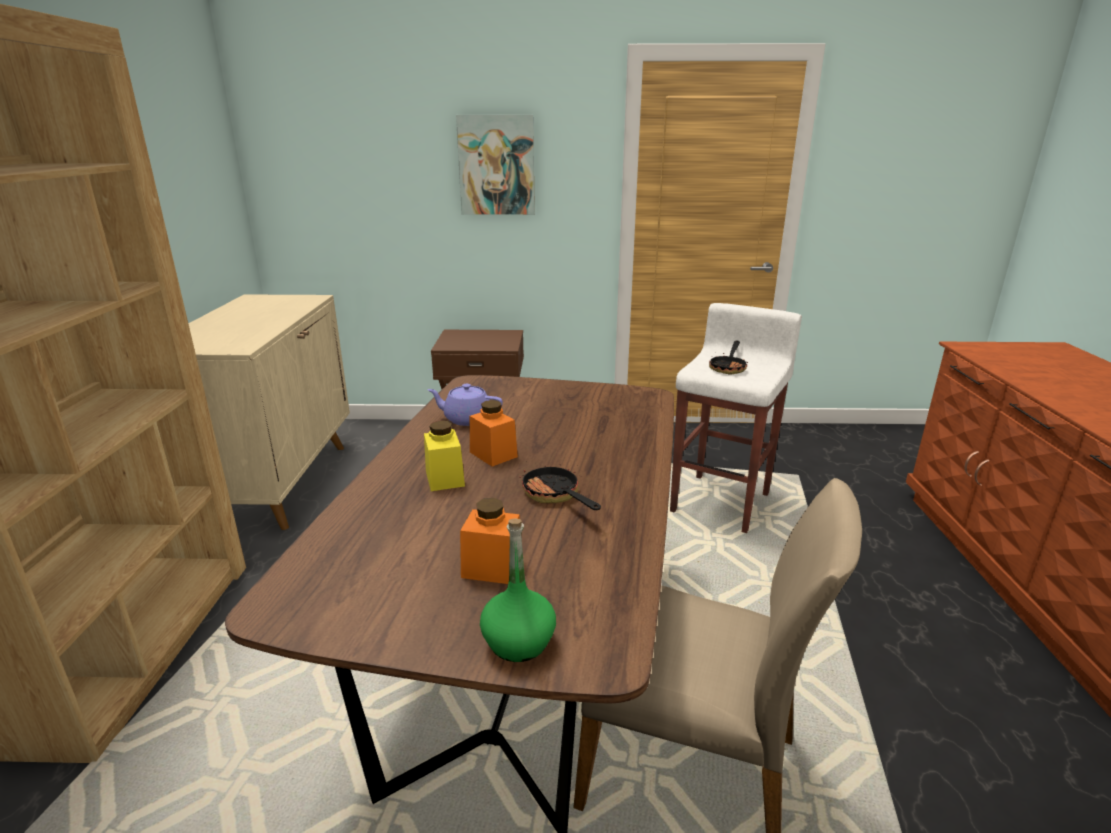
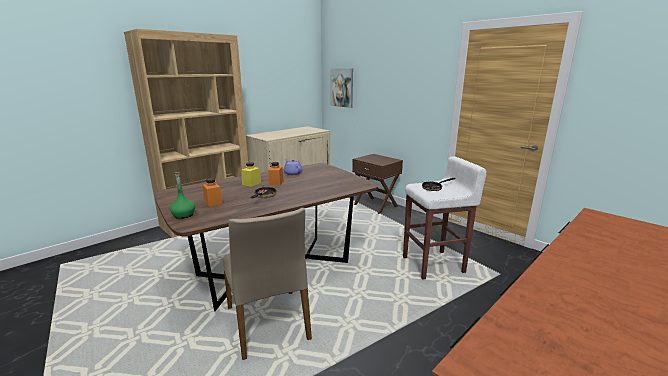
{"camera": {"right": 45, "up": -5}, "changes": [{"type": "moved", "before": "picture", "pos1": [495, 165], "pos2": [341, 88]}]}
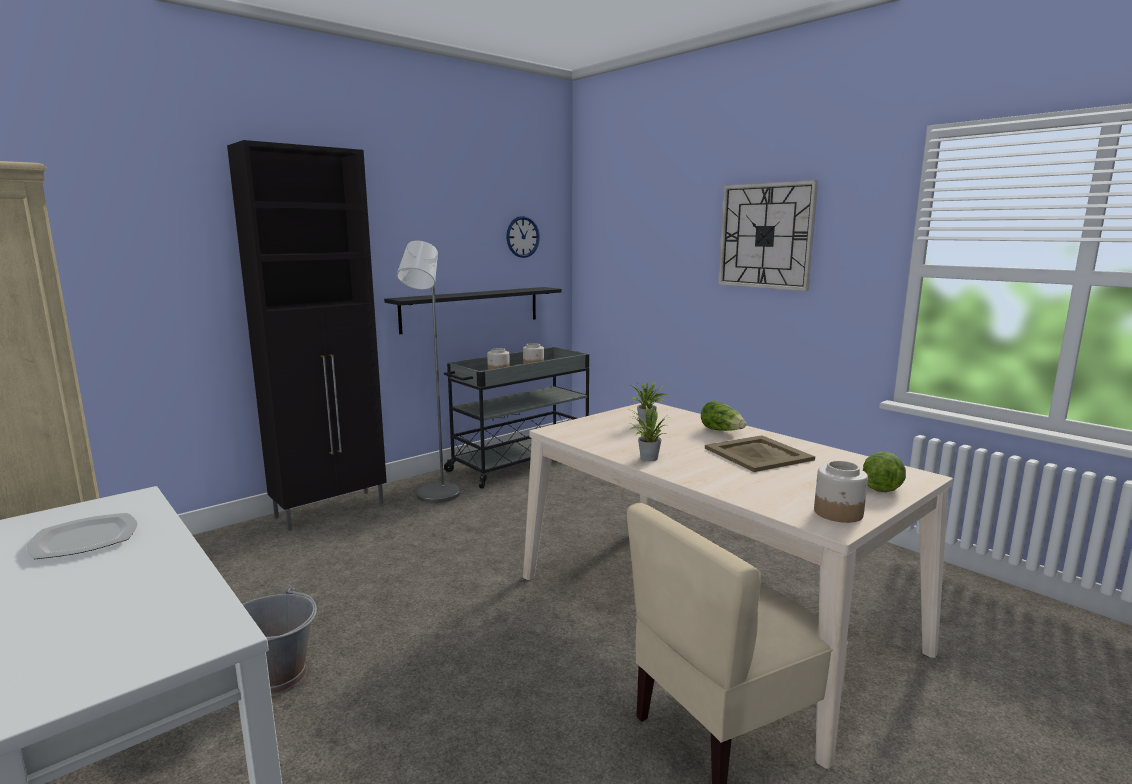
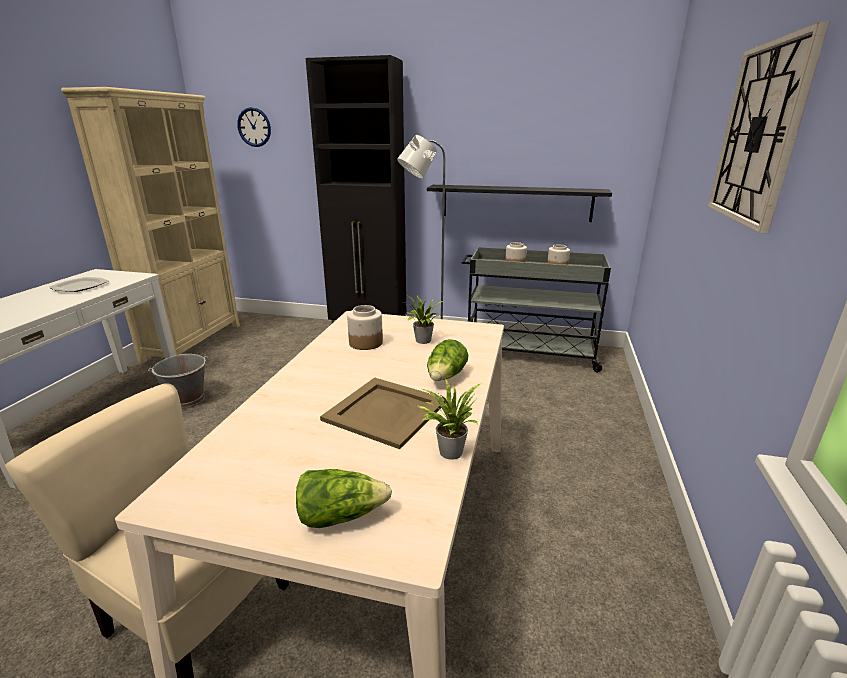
{"camera": {"right": 55, "up": 10}, "changes": [{"type": "moved", "before": "wall clock", "pos1": [523, 237], "pos2": [254, 127]}, {"type": "moved", "before": "jar", "pos1": [841, 492], "pos2": [365, 327]}, {"type": "moved", "before": "potted plant", "pos1": [648, 433], "pos2": [448, 419]}]}
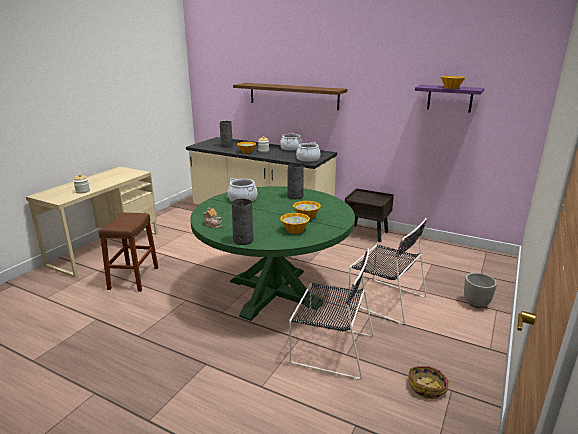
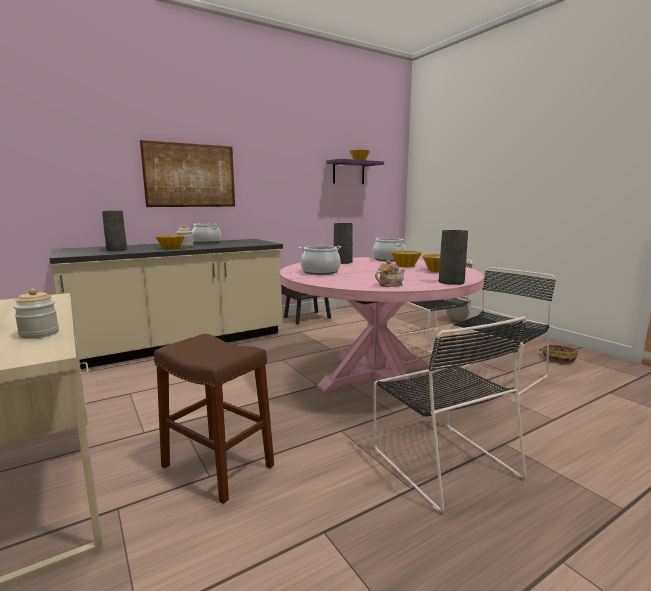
{"camera": {"right": -60, "up": -10}, "changes": [{"type": "replaced", "before": "shelf", "after": "picture", "pos1": [290, 96], "pos2": [187, 173]}, {"type": "recoloured", "before": "green dining table", "after": "pink dining table", "pos1": [272, 253], "pos2": [381, 329]}, {"type": "moved", "before": "cooking pot", "pos1": [308, 152], "pos2": [389, 249]}, {"type": "added", "after": "black chair", "pos2": [450, 414]}]}
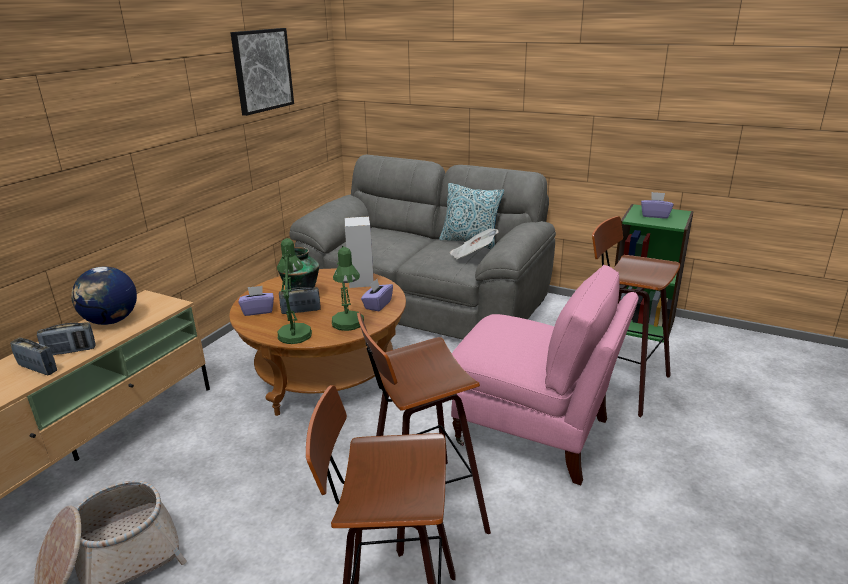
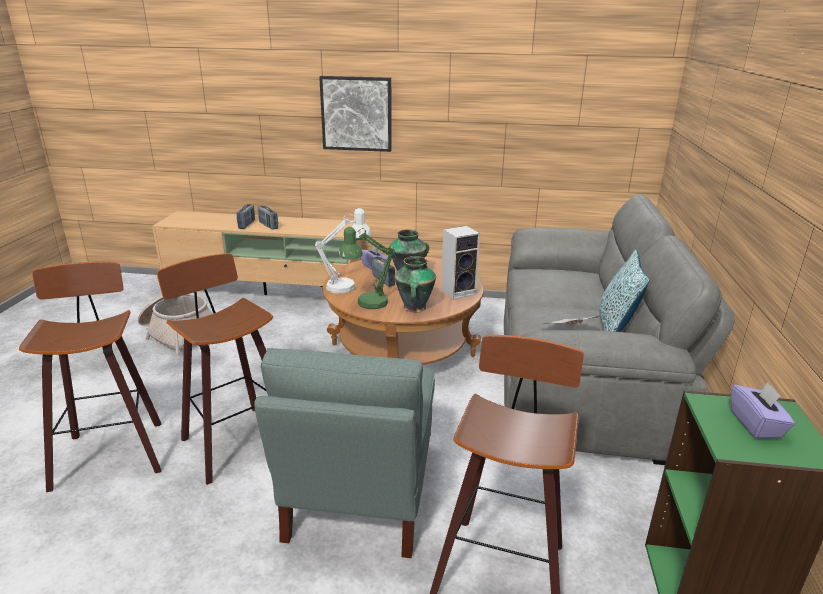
{"camera": {"right": 70, "up": 0}, "changes": [{"type": "recoloured", "before": "pink armchair", "after": "grey armchair", "pos1": [545, 375], "pos2": [344, 453]}, {"type": "recoloured", "before": "green table lamp", "after": "white table lamp", "pos1": [294, 291], "pos2": [343, 251]}, {"type": "moved", "before": "picture", "pos1": [262, 72], "pos2": [355, 114]}, {"type": "replaced", "before": "purple tissue box", "after": "vase", "pos1": [377, 295], "pos2": [415, 284]}, {"type": "removed", "before": "globe", "pos1": [104, 296]}]}
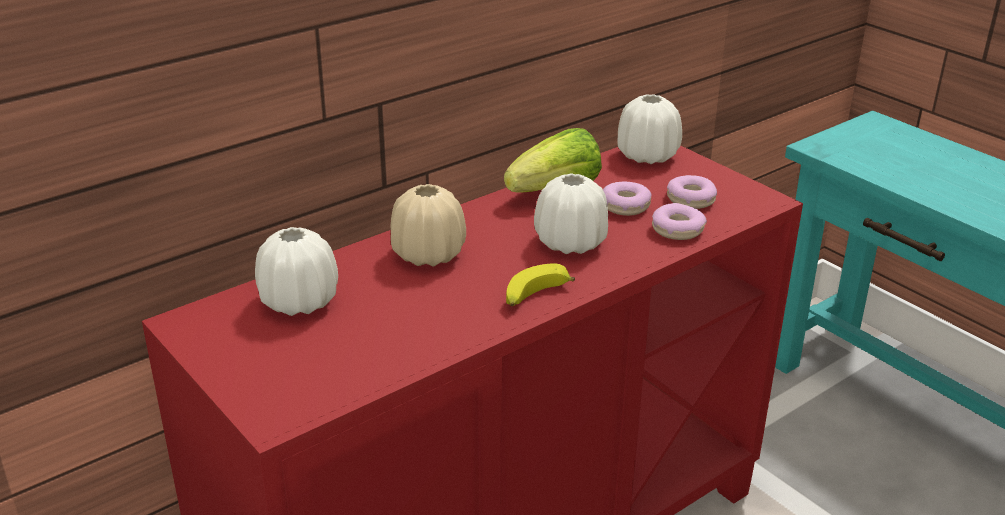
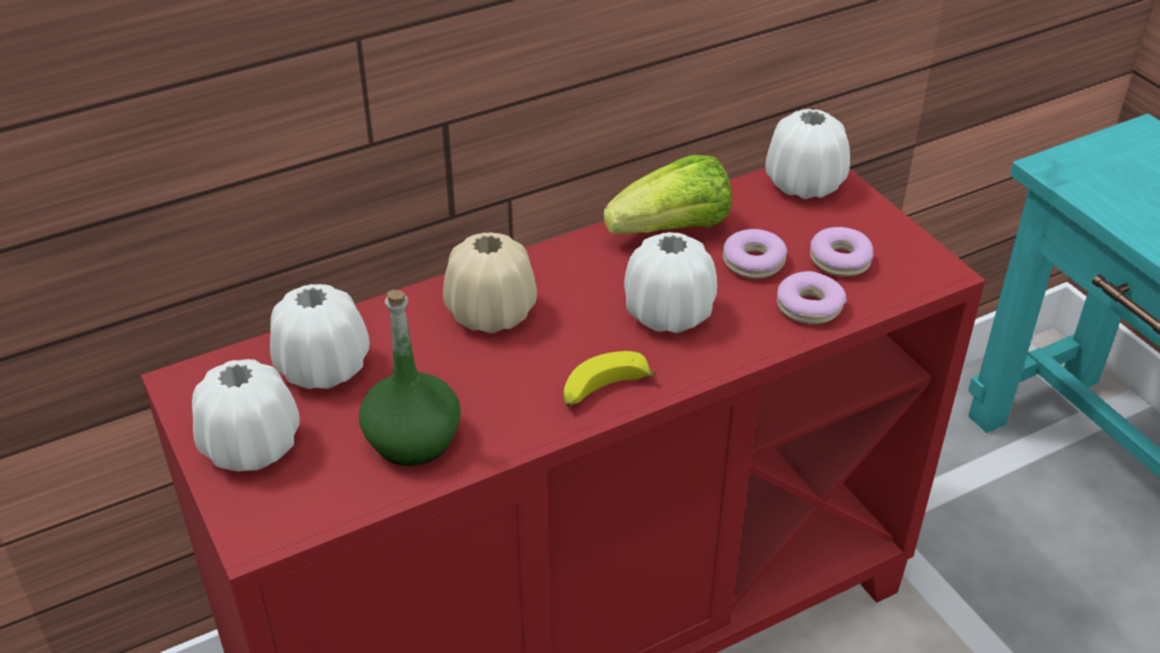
{"camera": {"right": 10, "up": 10}, "changes": [{"type": "added", "after": "white vase", "pos2": [246, 415]}, {"type": "added", "after": "green bottle", "pos2": [410, 378]}]}
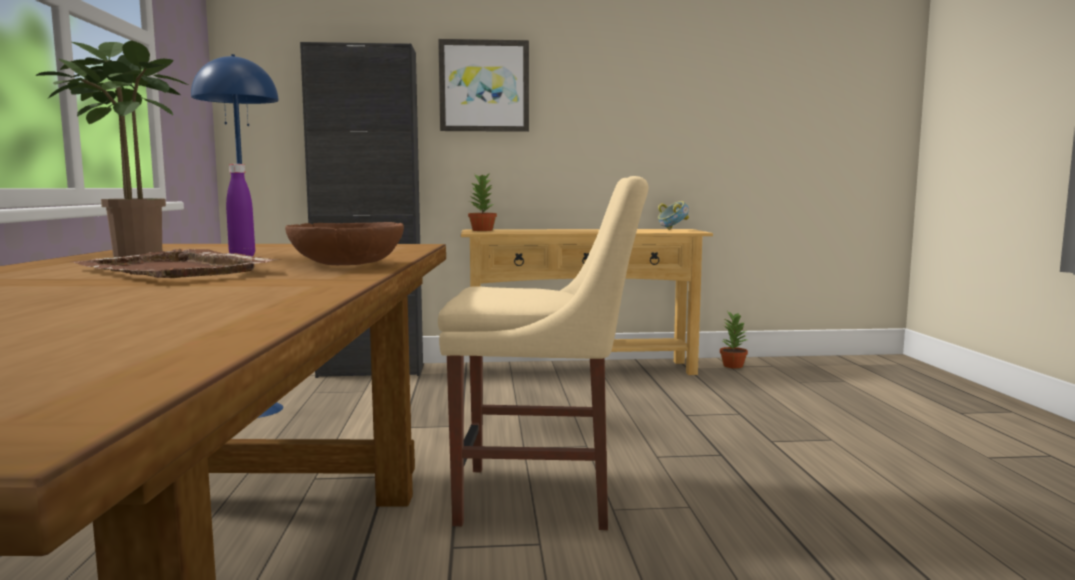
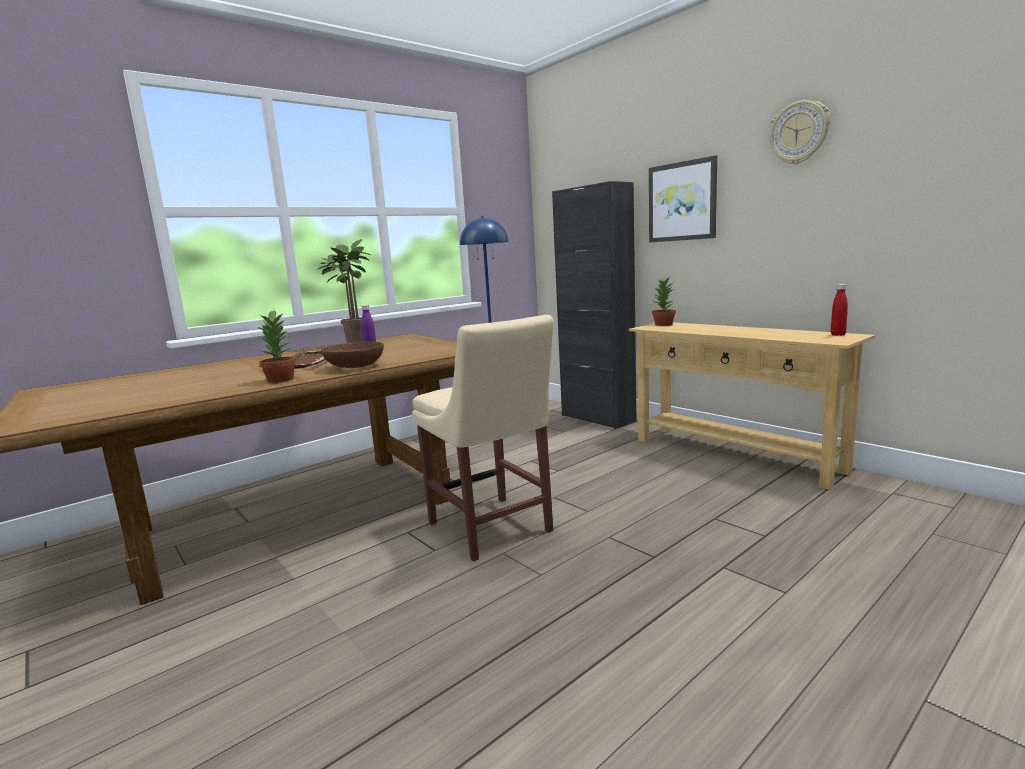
{"camera": {"right": 55, "up": 5}, "changes": [{"type": "moved", "before": "potted plant", "pos1": [734, 339], "pos2": [275, 346]}, {"type": "added", "after": "wall clock", "pos2": [799, 132]}, {"type": "replaced", "before": "bowl", "after": "red bottle", "pos1": [673, 215], "pos2": [839, 310]}]}
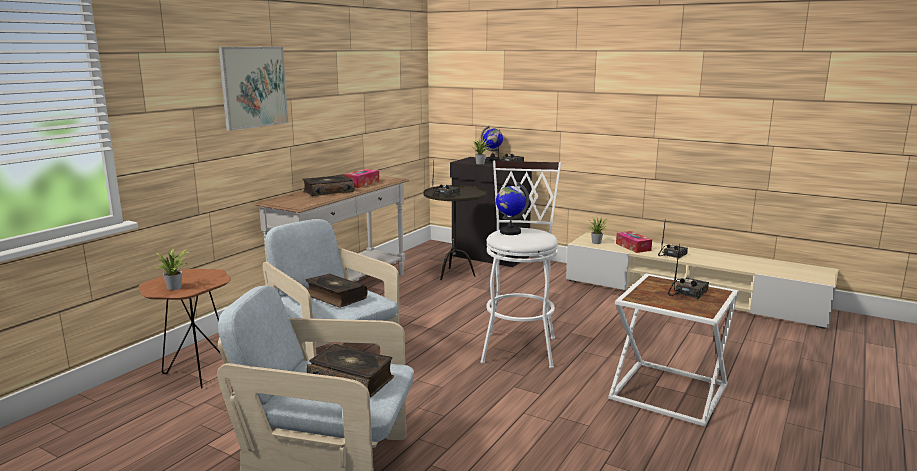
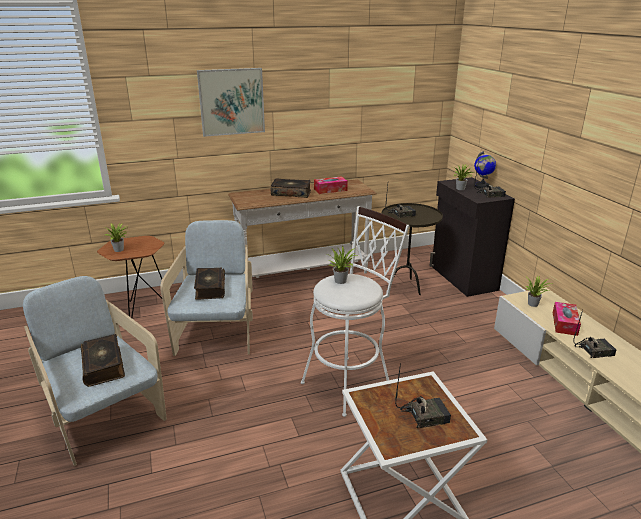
{"camera": {"right": 40, "up": 10}, "changes": [{"type": "replaced", "before": "globe", "after": "potted plant", "pos1": [512, 208], "pos2": [342, 265]}]}
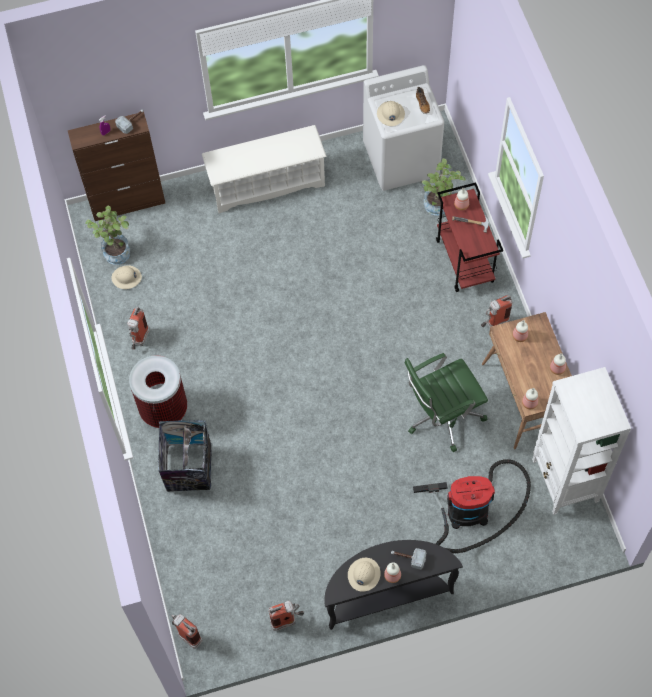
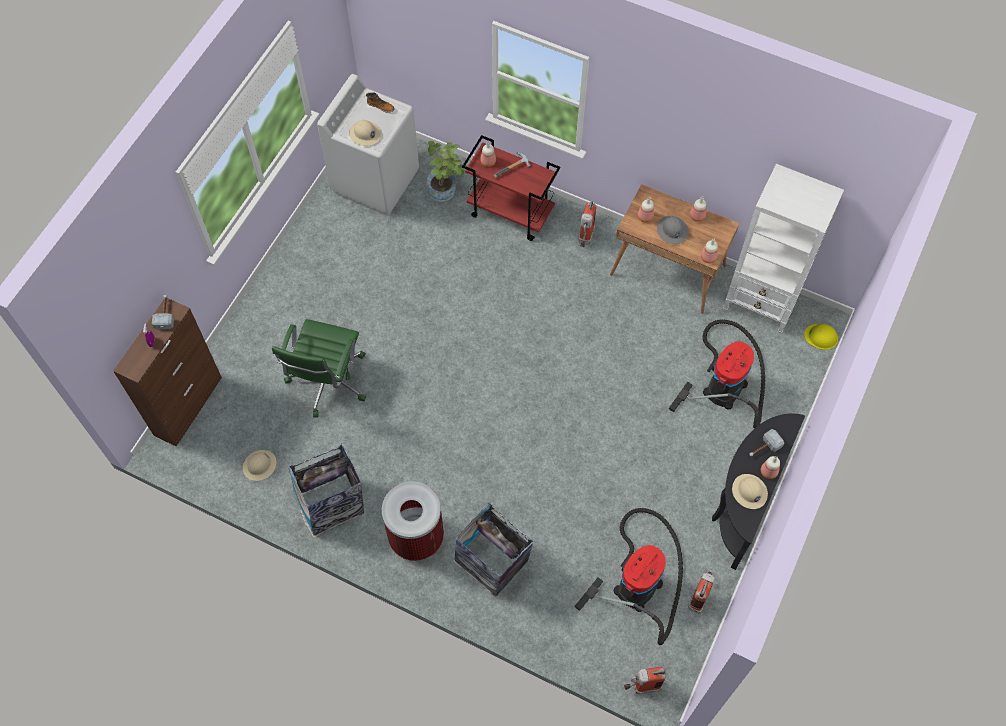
{"camera": {"right": -50, "up": 0}, "changes": [{"type": "moved", "before": "green office chair", "pos1": [446, 402], "pos2": [319, 368]}, {"type": "replaced", "before": "fire extinguisher", "after": "trash can", "pos1": [138, 328], "pos2": [325, 490]}, {"type": "added", "after": "vacuum cleaner", "pos2": [629, 576]}, {"type": "added", "after": "grey hard hat", "pos2": [673, 230]}, {"type": "added", "after": "yellow hard hat", "pos2": [821, 337]}, {"type": "removed", "before": "potted plant", "pos1": [107, 235]}, {"type": "removed", "before": "white shoe rack", "pos1": [264, 169]}]}
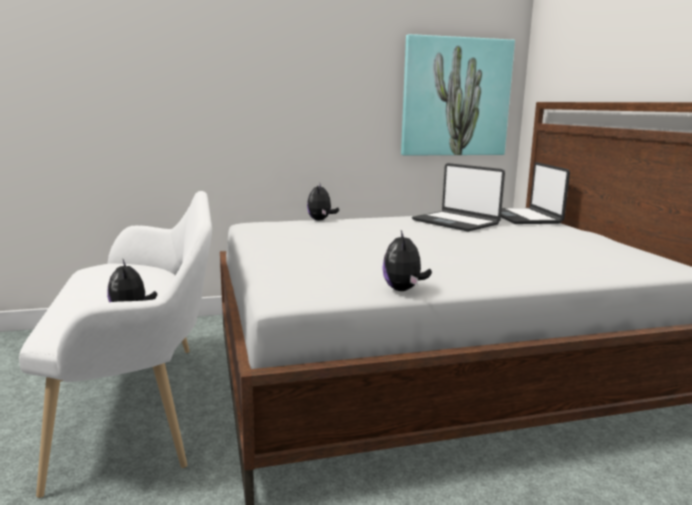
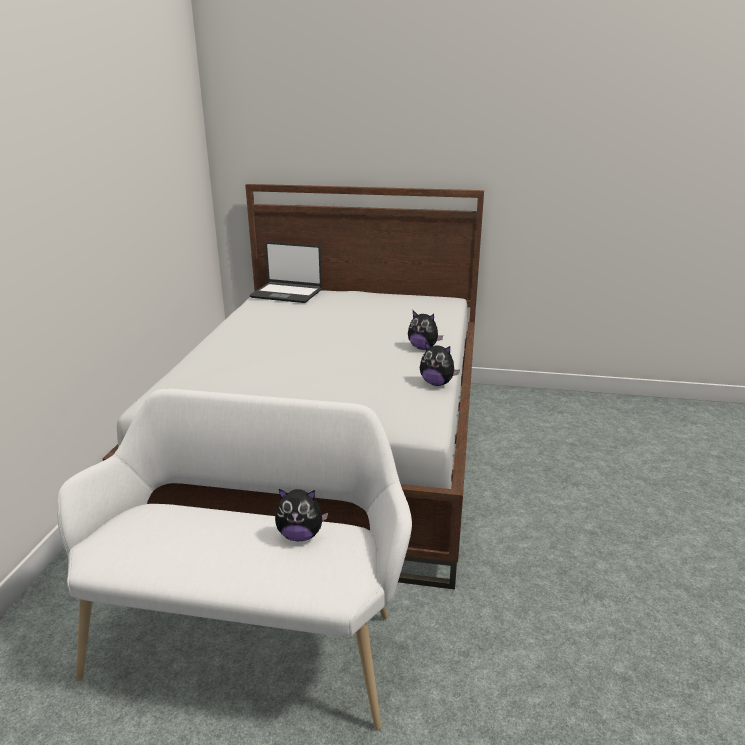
{"camera": {"right": -65, "up": 10}, "changes": [{"type": "moved", "before": "plush toy", "pos1": [323, 202], "pos2": [425, 330]}, {"type": "removed", "before": "picture", "pos1": [458, 95]}, {"type": "removed", "before": "laptop", "pos1": [458, 197]}]}
